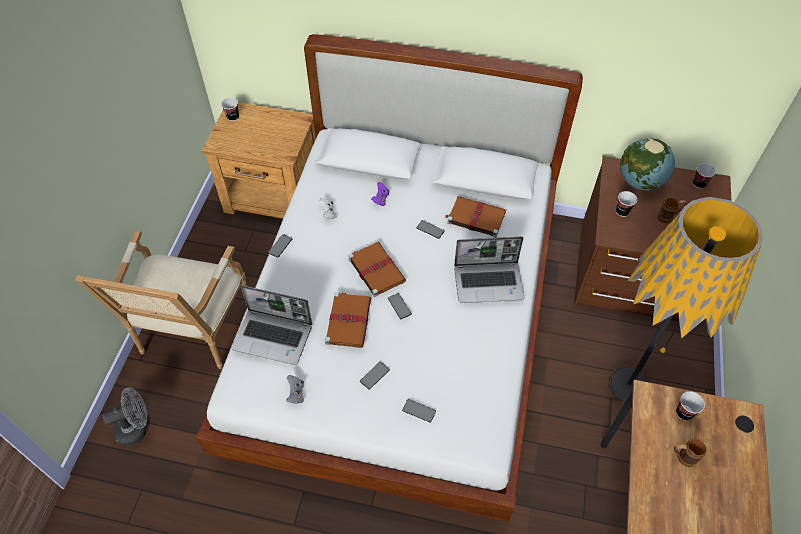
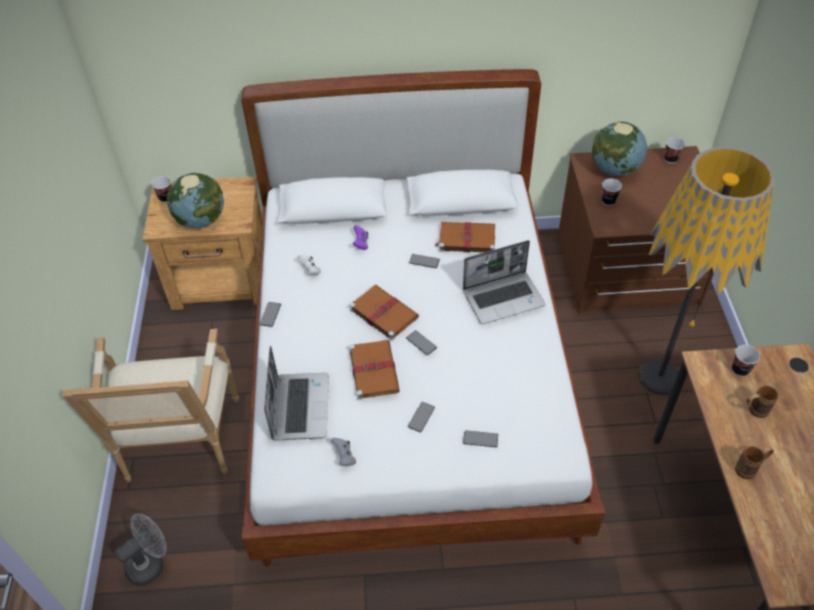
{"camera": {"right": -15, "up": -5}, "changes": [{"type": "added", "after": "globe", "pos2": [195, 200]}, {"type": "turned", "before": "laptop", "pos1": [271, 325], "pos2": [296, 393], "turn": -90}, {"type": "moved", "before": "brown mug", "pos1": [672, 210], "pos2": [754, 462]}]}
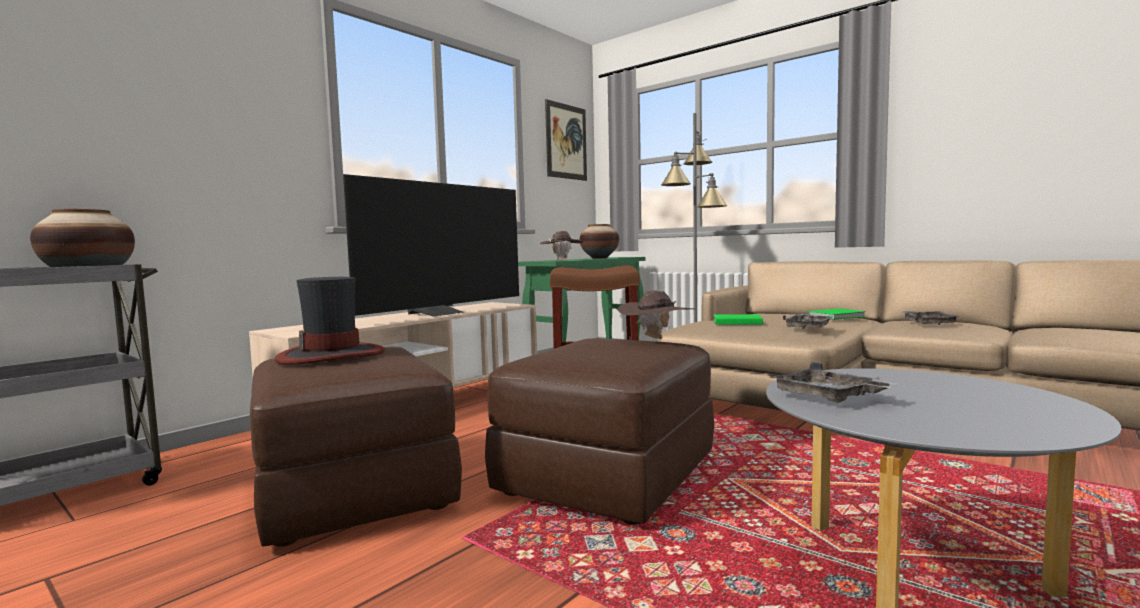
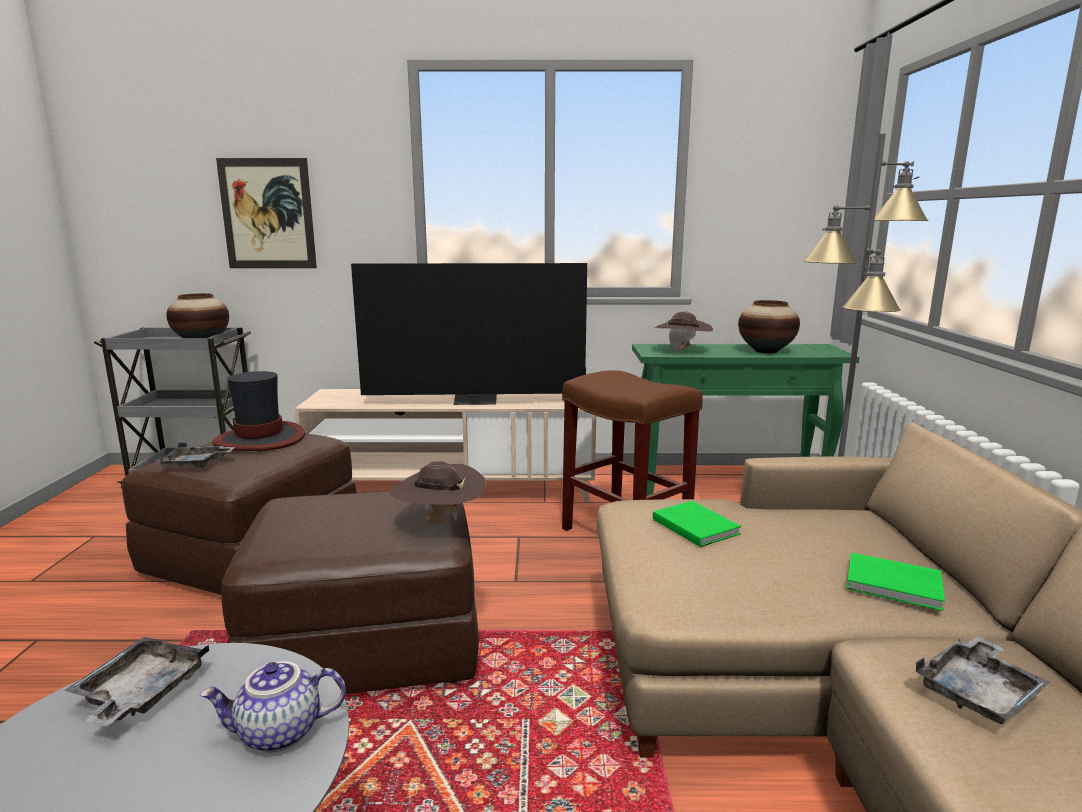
{"camera": {"right": 50, "up": 10}, "changes": [{"type": "moved", "before": "grey tray", "pos1": [808, 321], "pos2": [195, 455]}, {"type": "added", "after": "teapot", "pos2": [273, 706]}, {"type": "moved", "before": "picture", "pos1": [566, 140], "pos2": [266, 213]}]}
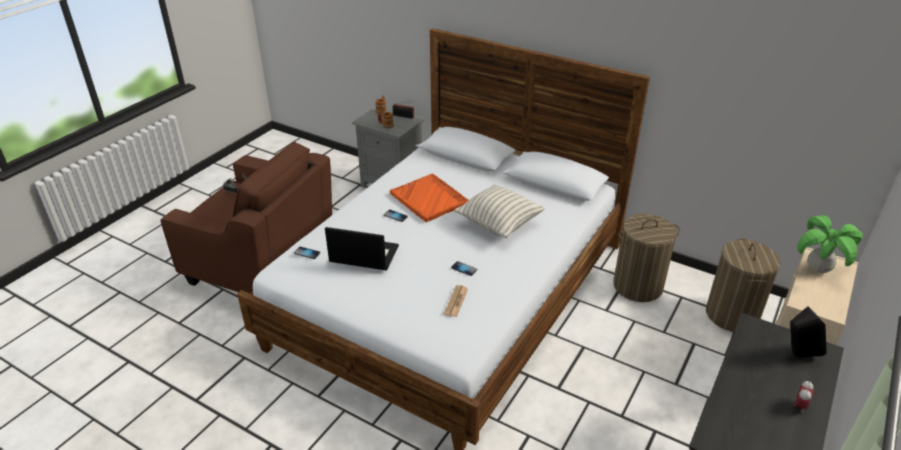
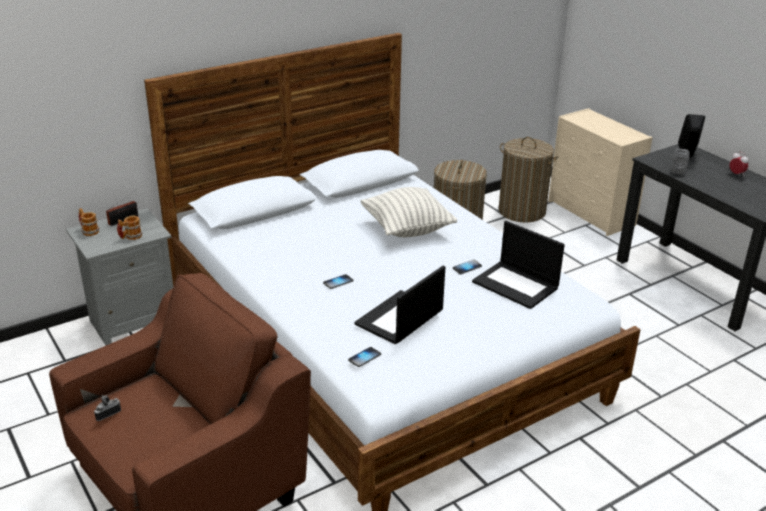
{"camera": {"right": -65, "up": -5}, "changes": [{"type": "replaced", "before": "newspaper", "after": "laptop", "pos1": [456, 301], "pos2": [518, 265]}, {"type": "added", "after": "grey speaker", "pos2": [680, 161]}, {"type": "removed", "before": "orange tray", "pos1": [429, 197]}, {"type": "removed", "before": "potted plant", "pos1": [830, 244]}]}
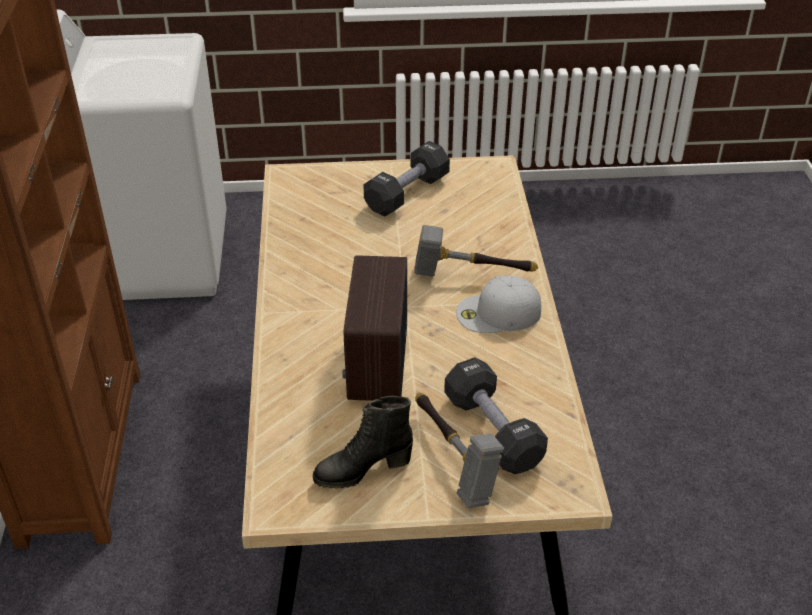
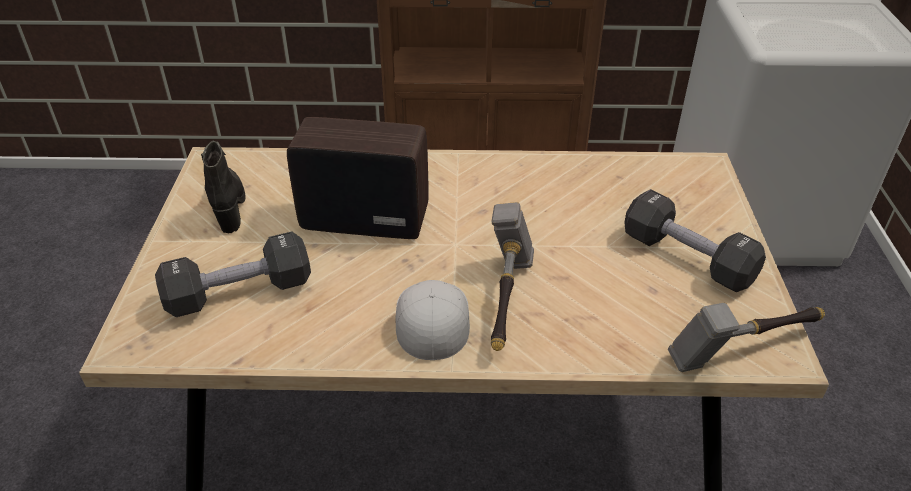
{"camera": {"right": 95, "up": 0}, "changes": [{"type": "moved", "before": "hammer", "pos1": [459, 450], "pos2": [746, 337]}]}
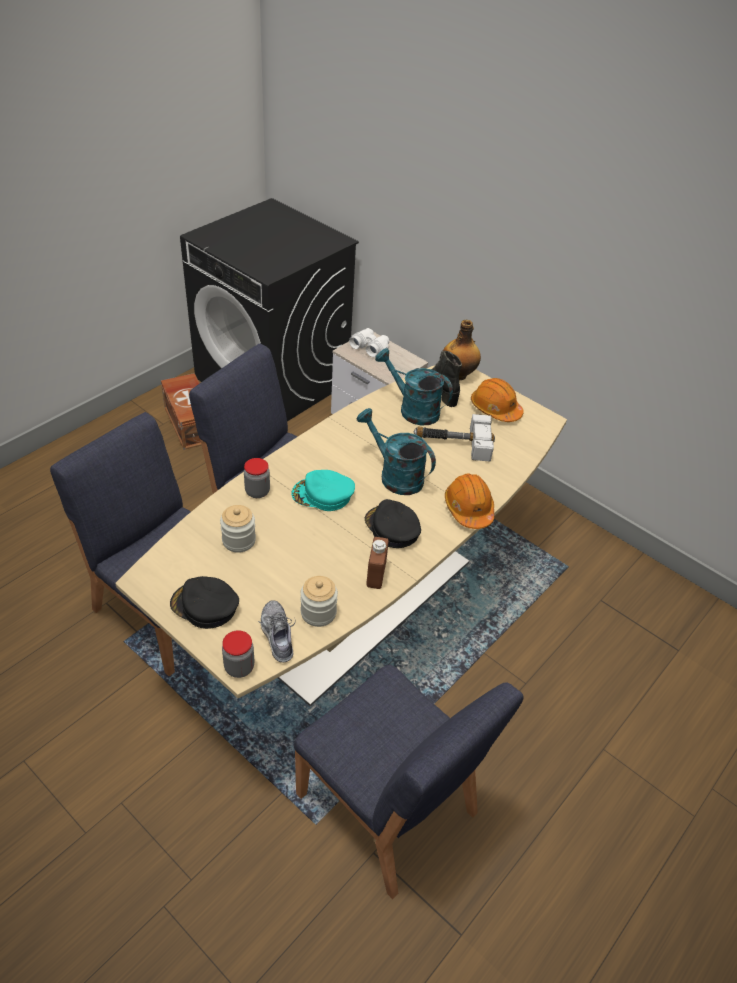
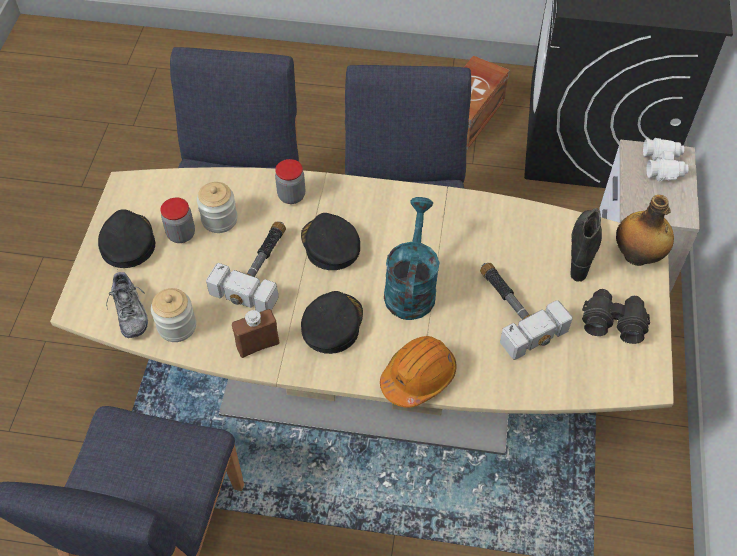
{"camera": {"right": 60, "up": 10}, "changes": [{"type": "turned", "before": "shoe", "pos1": [277, 631], "pos2": [127, 303], "turn": 120}, {"type": "moved", "before": "jar", "pos1": [238, 654], "pos2": [177, 220]}, {"type": "added", "after": "hammer", "pos2": [246, 267]}, {"type": "recoloured", "before": "turquoise cap", "after": "black cap", "pos1": [323, 490], "pos2": [330, 241]}, {"type": "replaced", "before": "orange hard hat", "after": "black binoculars", "pos1": [497, 400], "pos2": [616, 316]}, {"type": "removed", "before": "turquoise watering can", "pos1": [414, 386]}]}
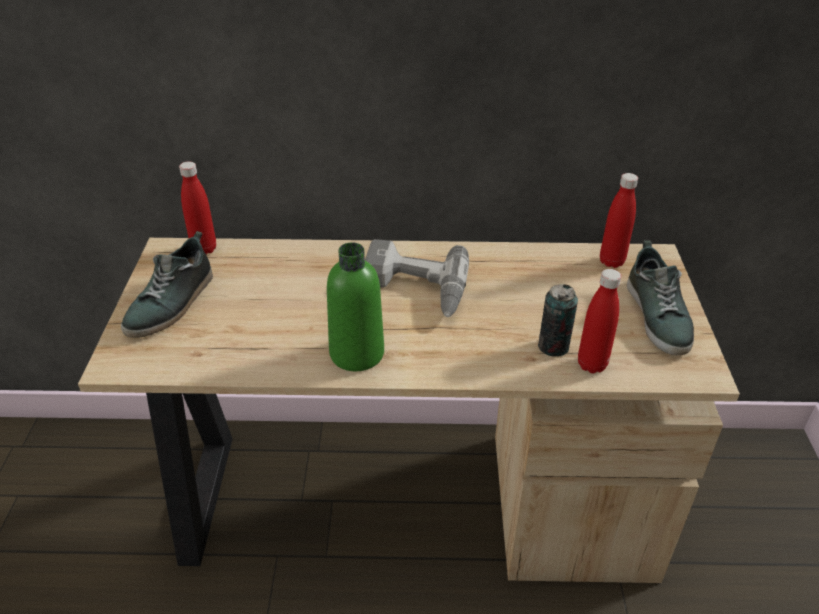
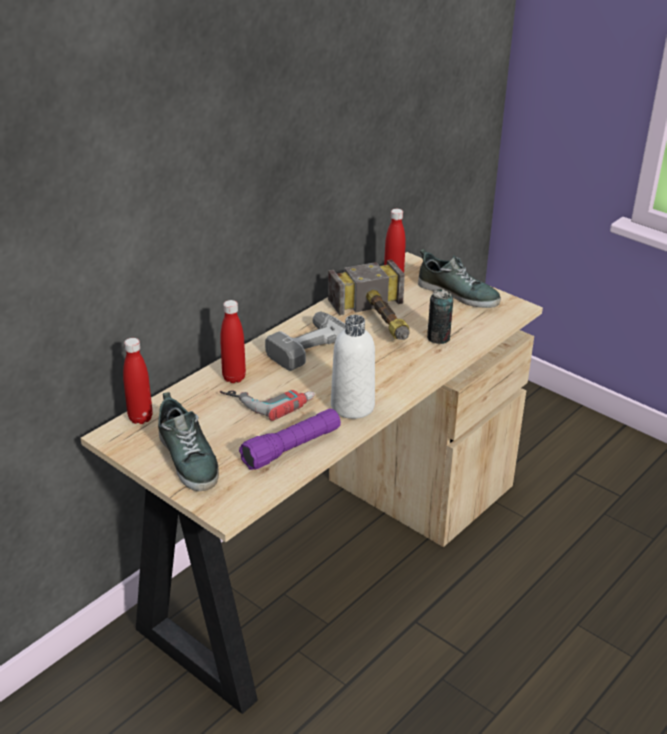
{"camera": {"right": -50, "up": -5}, "changes": [{"type": "moved", "before": "red bottle", "pos1": [599, 321], "pos2": [233, 341]}, {"type": "added", "after": "power drill", "pos2": [267, 405]}, {"type": "added", "after": "purple flashlight", "pos2": [290, 439]}, {"type": "added", "after": "hammer", "pos2": [369, 299]}, {"type": "recoloured", "before": "green bottle", "after": "white bottle", "pos1": [355, 306], "pos2": [353, 367]}]}
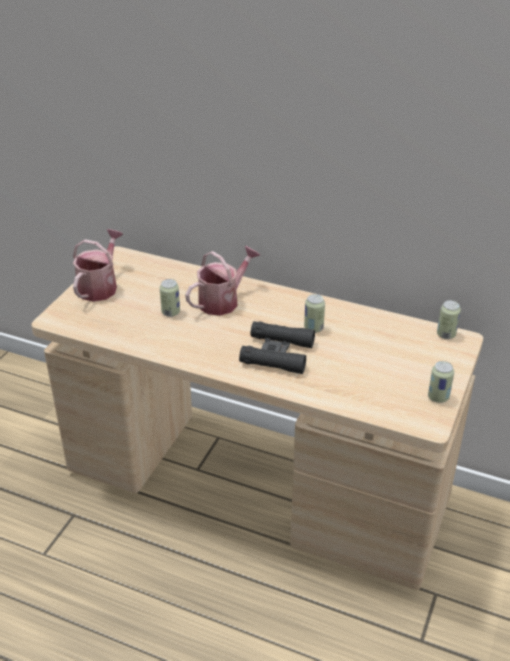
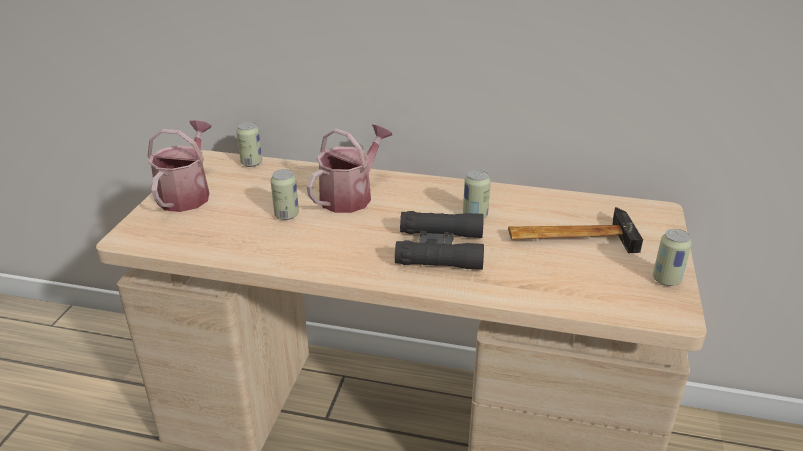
{"camera": {"right": -10, "up": -5}, "changes": [{"type": "moved", "before": "can", "pos1": [449, 319], "pos2": [249, 144]}, {"type": "added", "after": "hammer", "pos2": [575, 230]}]}
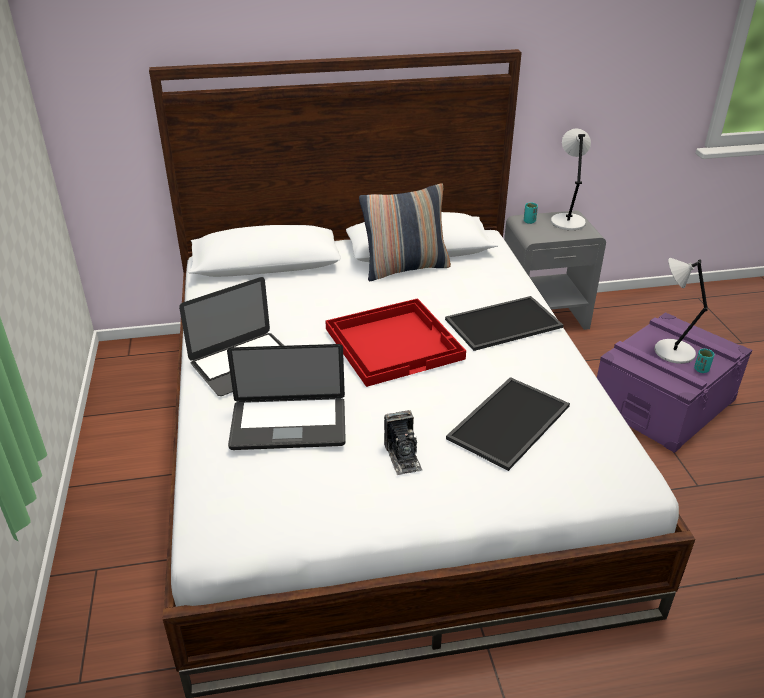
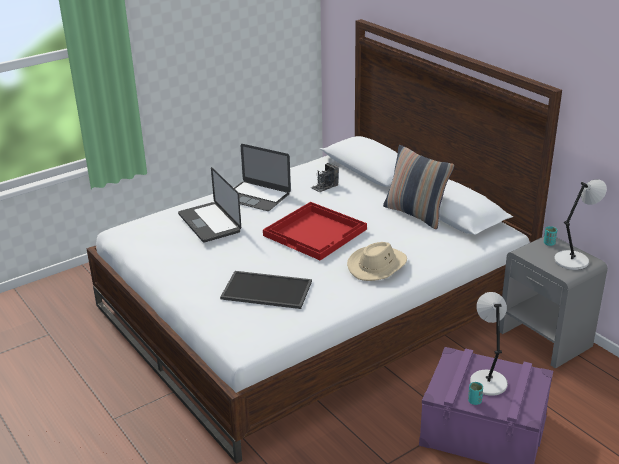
{"camera": {"right": 65, "up": -5}, "changes": [{"type": "moved", "before": "photo camera", "pos1": [403, 443], "pos2": [325, 177]}, {"type": "replaced", "before": "tray", "after": "beige hat", "pos1": [504, 323], "pos2": [377, 261]}]}
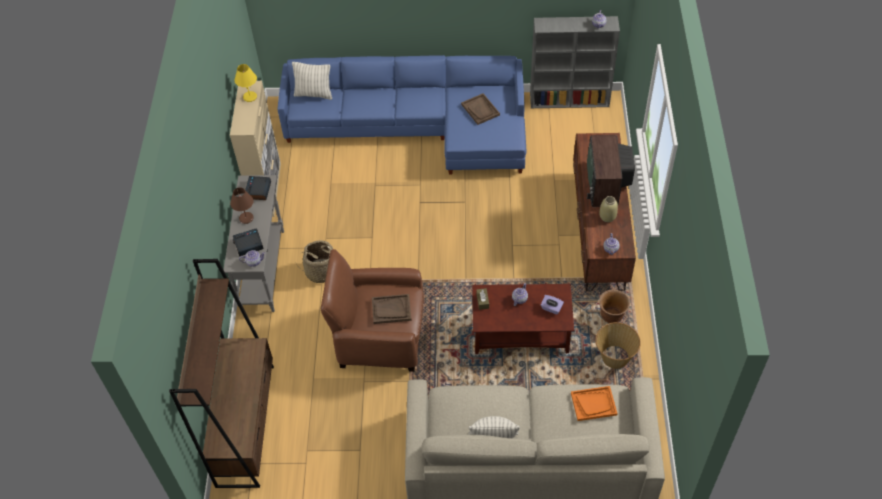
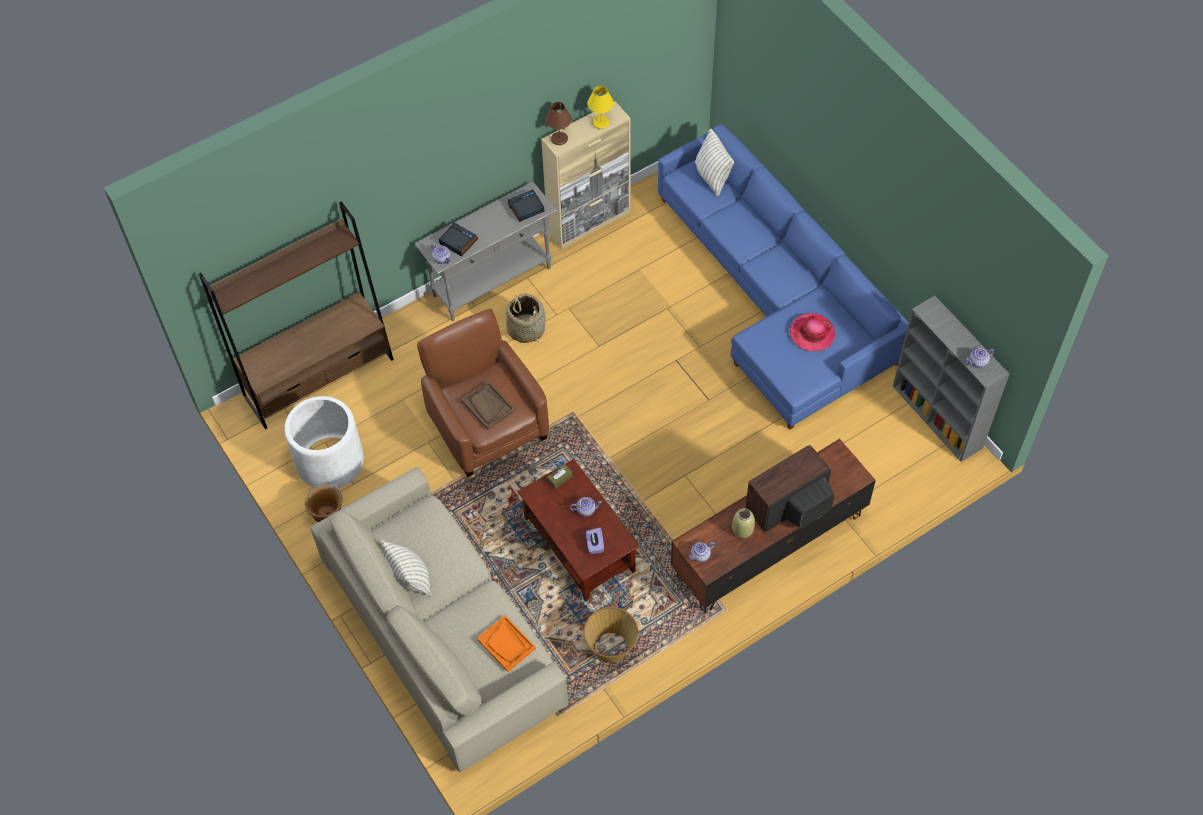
{"camera": {"right": 55, "up": 5}, "changes": [{"type": "added", "after": "white planter", "pos2": [324, 442]}, {"type": "moved", "before": "brown planter", "pos1": [614, 306], "pos2": [324, 503]}, {"type": "moved", "before": "brown table lamp", "pos1": [242, 206], "pos2": [558, 123]}, {"type": "replaced", "before": "brown tray", "after": "hat", "pos1": [480, 109], "pos2": [813, 332]}]}
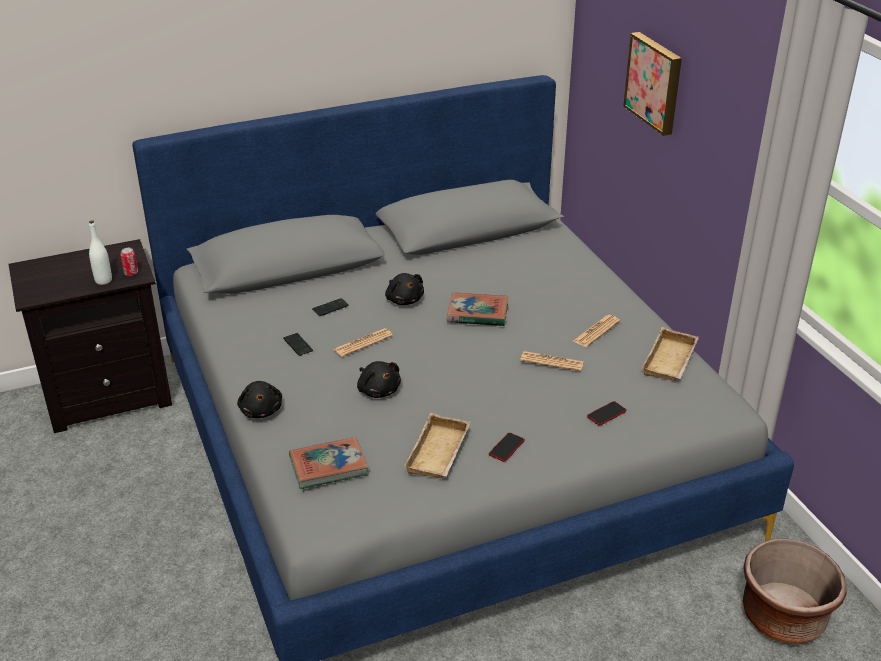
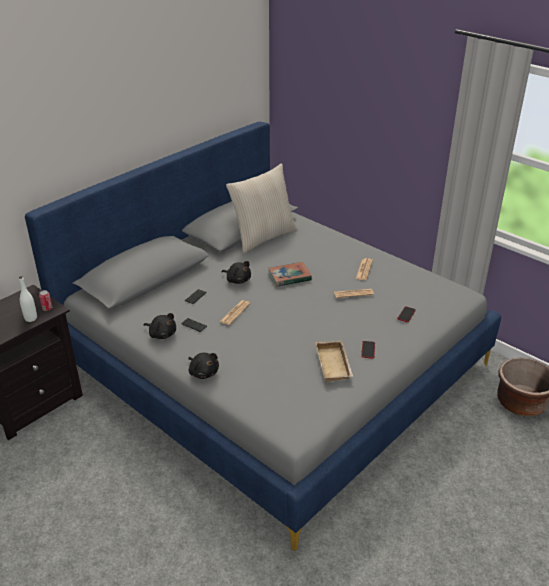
{"camera": {"right": -25, "up": 0}, "changes": [{"type": "moved", "before": "black plush toy", "pos1": [379, 379], "pos2": [160, 326]}, {"type": "added", "after": "beige pillow", "pos2": [262, 208]}, {"type": "removed", "before": "book", "pos1": [329, 463]}, {"type": "removed", "before": "picture", "pos1": [652, 84]}, {"type": "removed", "before": "beige tray", "pos1": [670, 354]}]}
